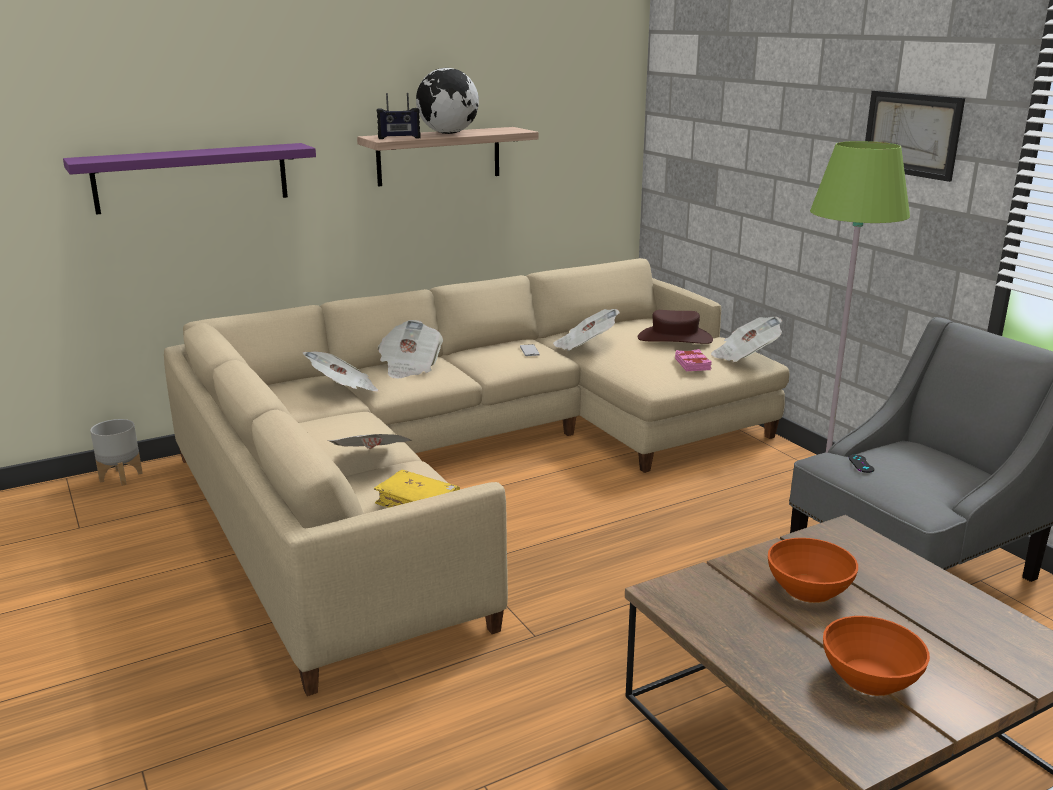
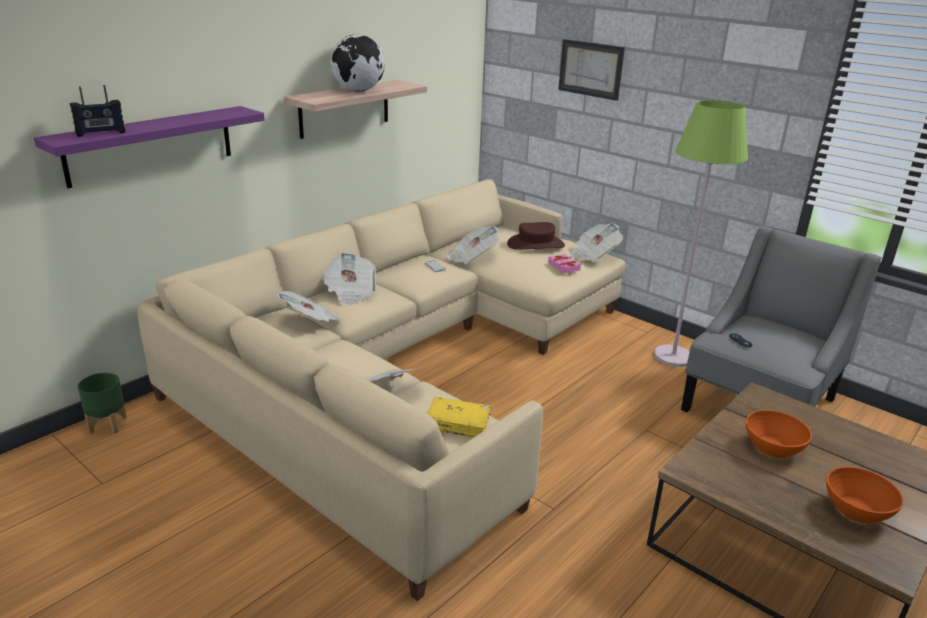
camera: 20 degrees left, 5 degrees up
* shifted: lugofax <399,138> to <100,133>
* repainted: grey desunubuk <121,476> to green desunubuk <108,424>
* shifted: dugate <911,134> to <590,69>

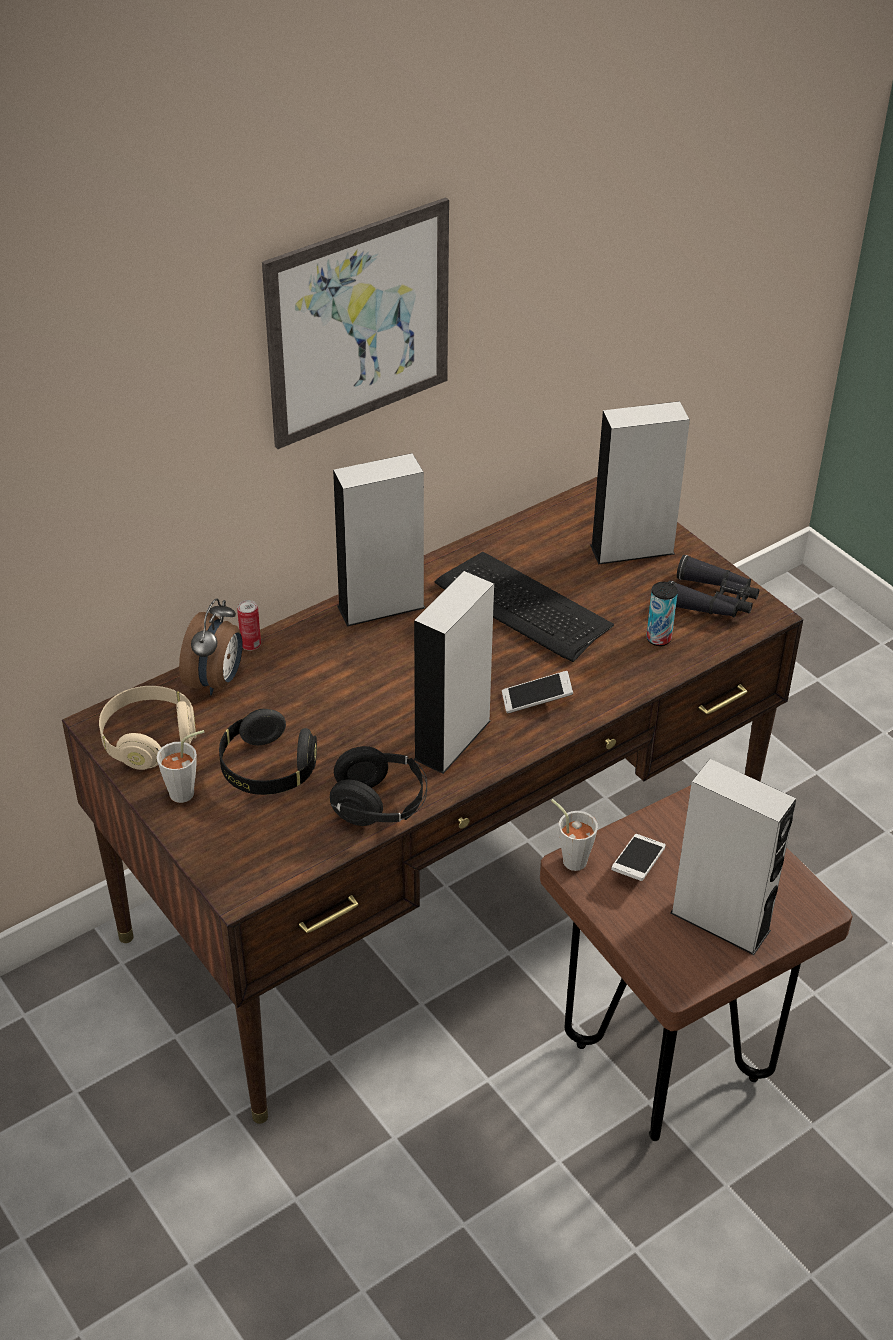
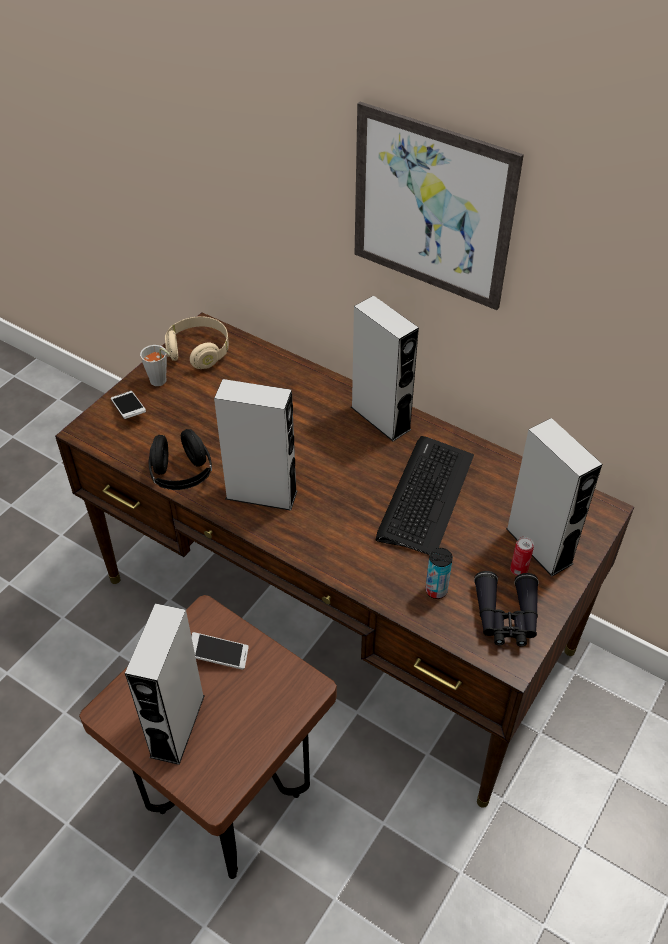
camera: 70 degrees right, 5 degrees up
* shifted: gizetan <536,700> to <129,410>
* shifted: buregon <251,645> to <518,570>
* gone: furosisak <216,681>
* gone: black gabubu <267,769>
* gone: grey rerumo <570,857>

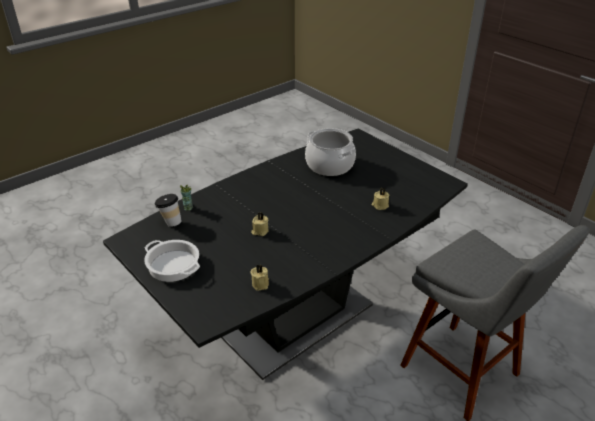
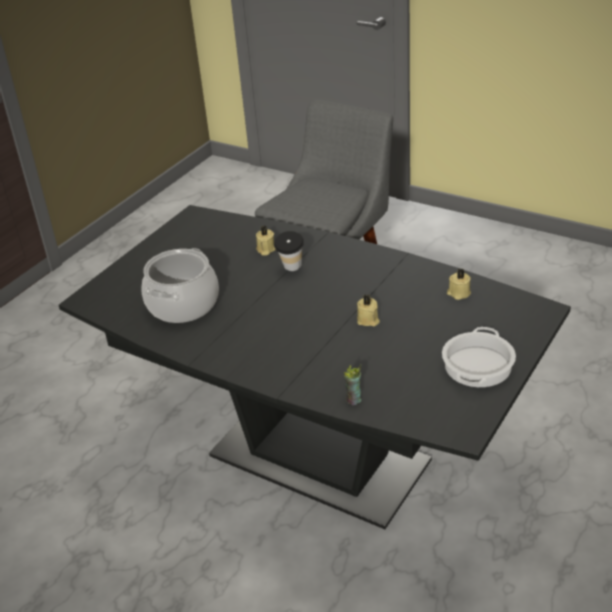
camera: 105 degrees left, 0 degrees up
* shifted: rerumo <170,222> to <291,270>

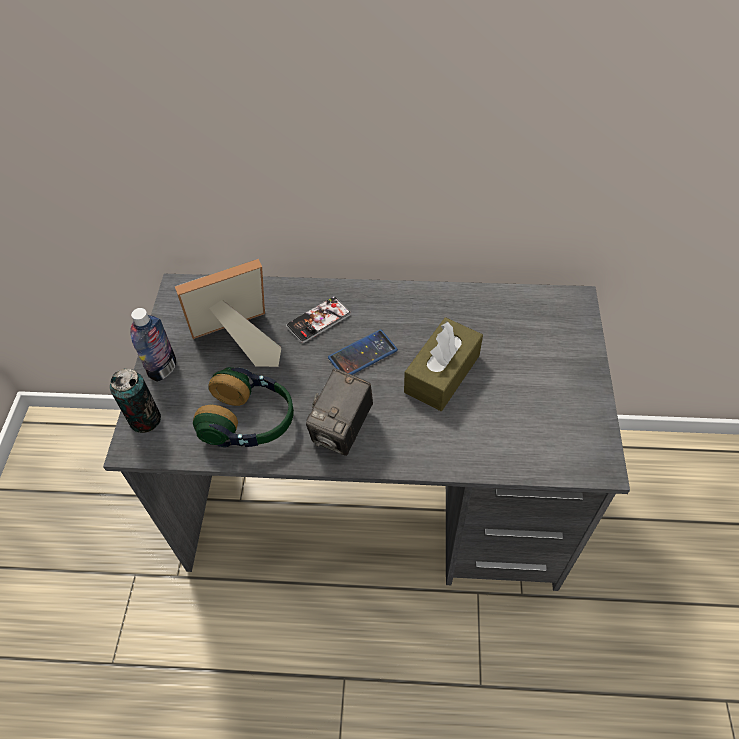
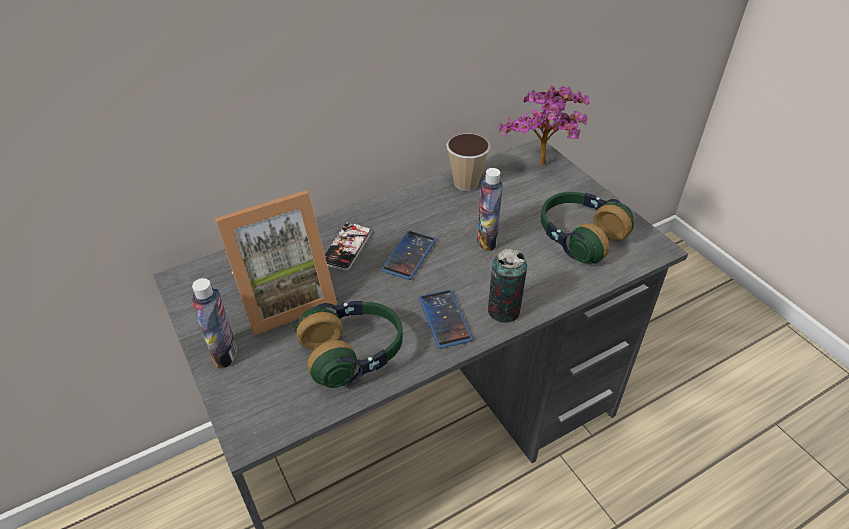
camera: 35 degrees left, 10 degrees down
* rotated: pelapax <237,343> = <284,298> 150 degrees counterclockwise
* swapped: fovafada <342,430> to gizetan <444,319>
* new: rerumo <466,183>
* swapped: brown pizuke <442,374> to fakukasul <487,240>
* shifted: buregon <145,420> to <504,311>
* new: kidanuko <543,168>
* new: gabubu <578,237>

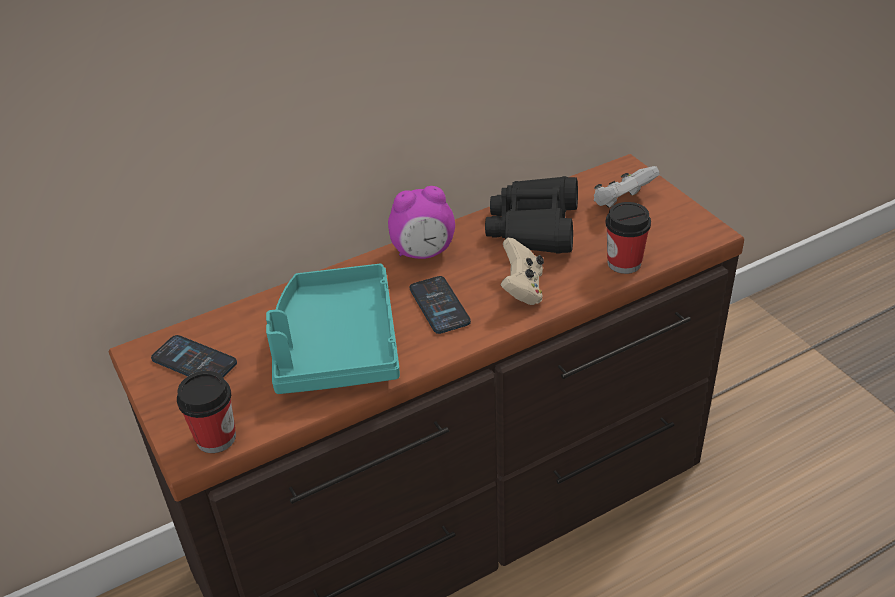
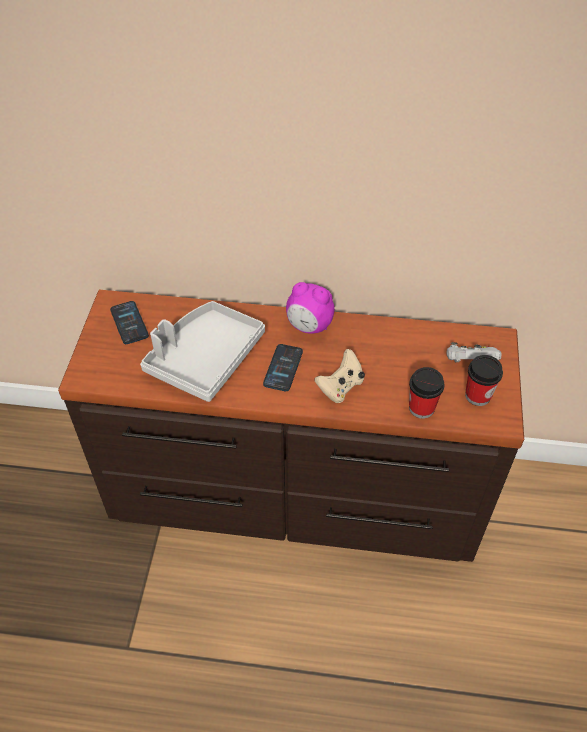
camera: 35 degrees right, 10 degrees up
* repainted: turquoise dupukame <335,345> to grey dupukame <205,358>
* shifted: rerumo <216,438> to <478,395>
* gone: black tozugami <534,227>

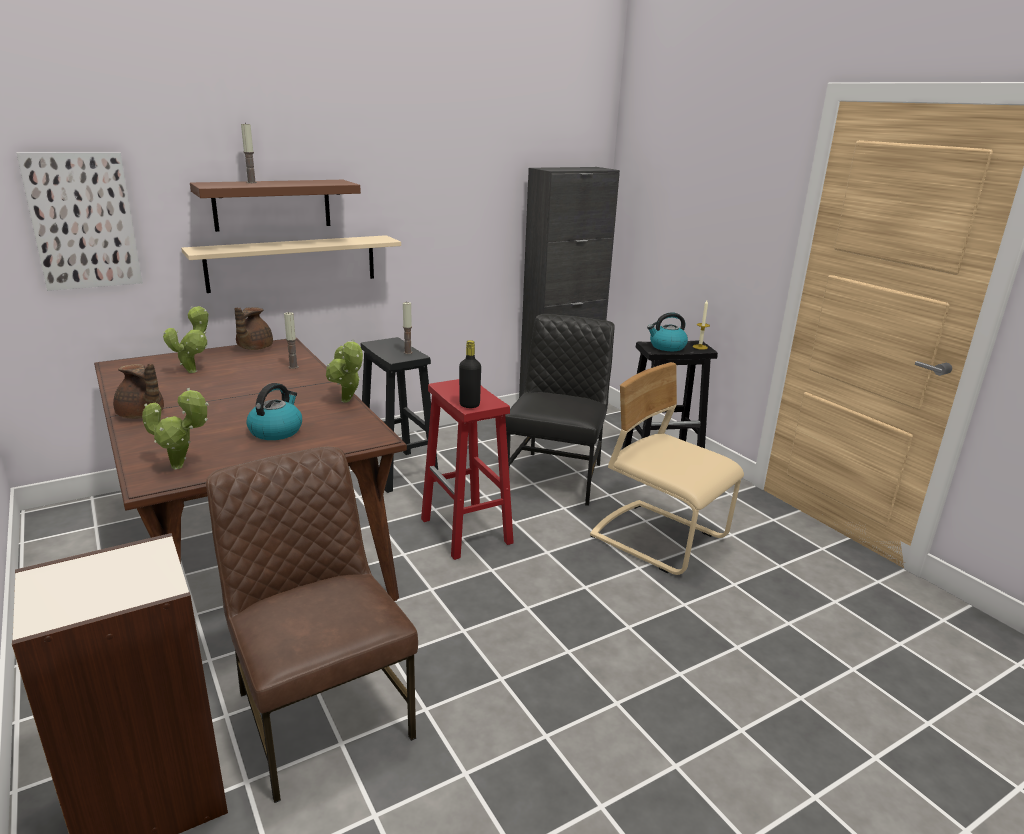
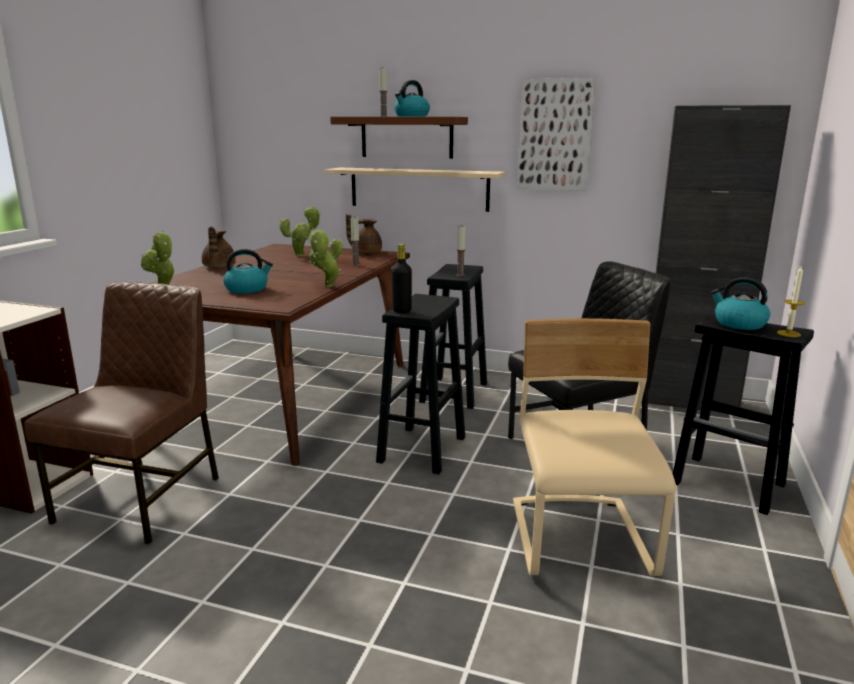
camera: 50 degrees right, 5 degrees down
* repainted: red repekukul <467,532> to black repekukul <422,450>
* new: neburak <411,116>
* shifted: dugate <83,221> to <555,135>

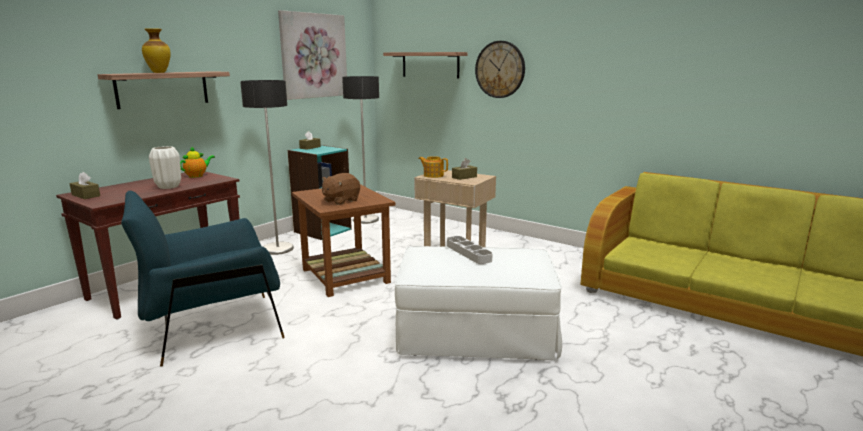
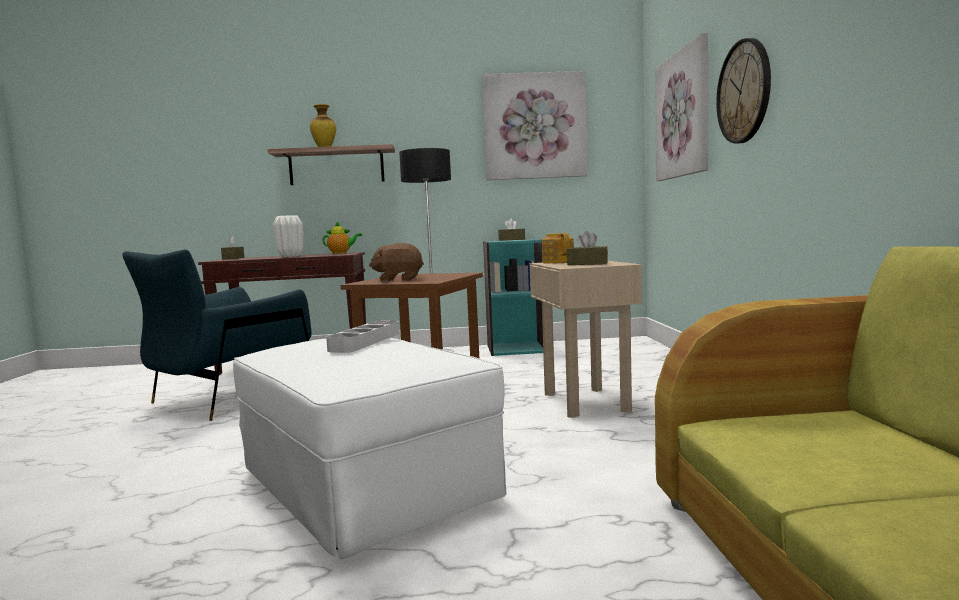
camera: 50 degrees right, 10 degrees down
* rotated: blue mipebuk <213,329> = <231,398> 75 degrees counterclockwise
* swapped: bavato <430,65> to dugate <682,115>
* gone: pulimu <365,219>

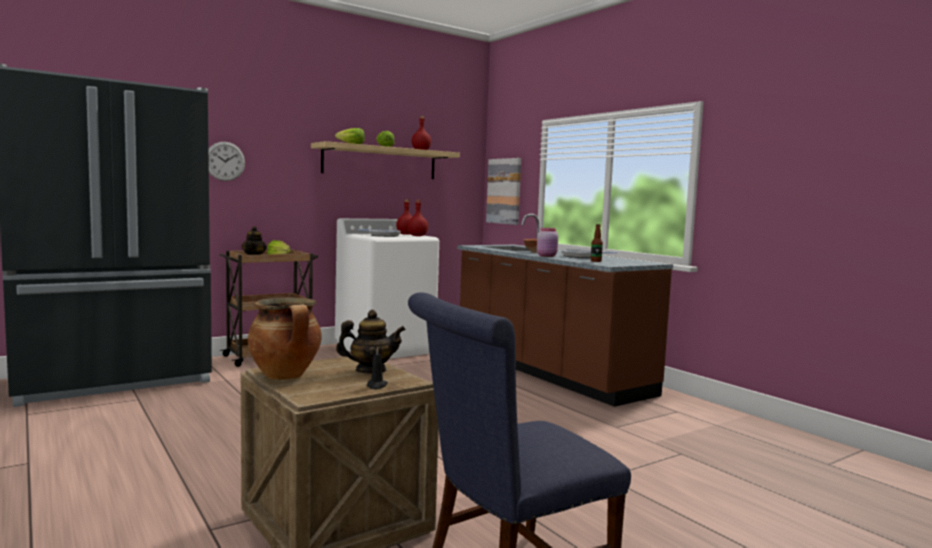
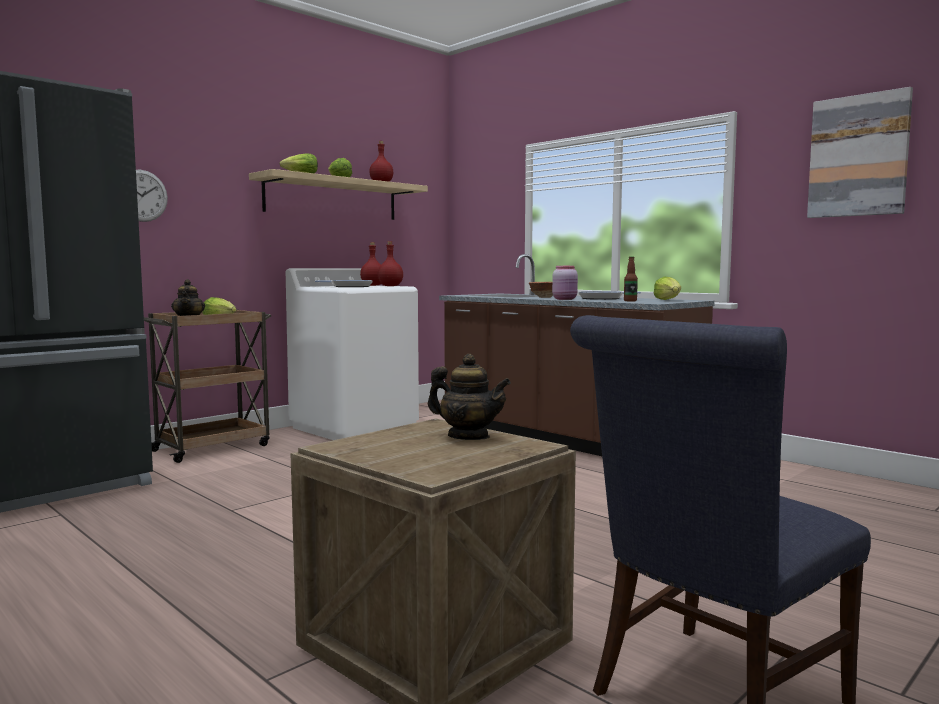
camera: 10 degrees left, 0 degrees up
* rotated: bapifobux <370,371> = <468,437> 45 degrees clockwise
* new: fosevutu <668,300>
* shifted: dugate <504,191> to <858,156>
* gone: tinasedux <286,376>
* gone: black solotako <376,386>

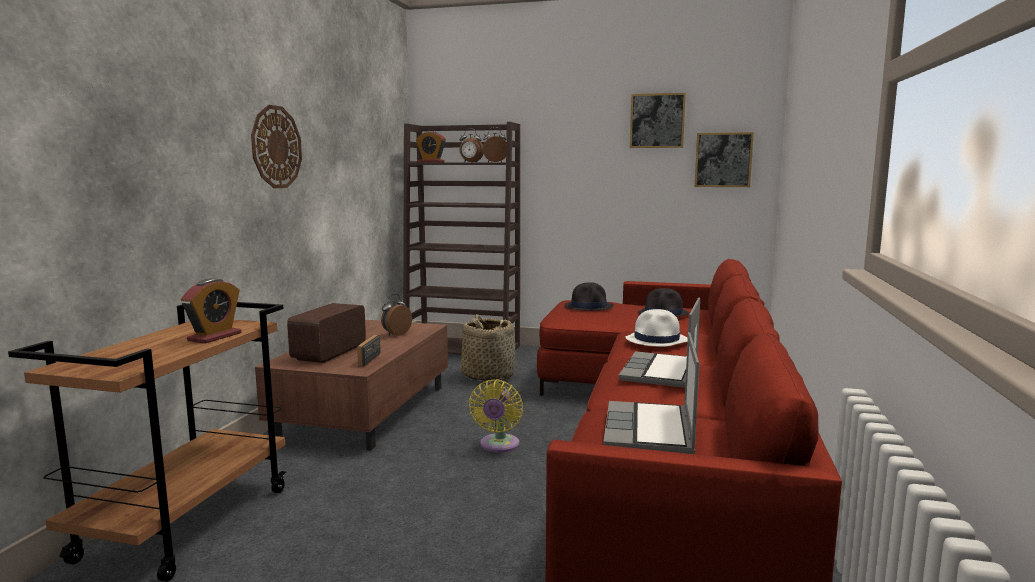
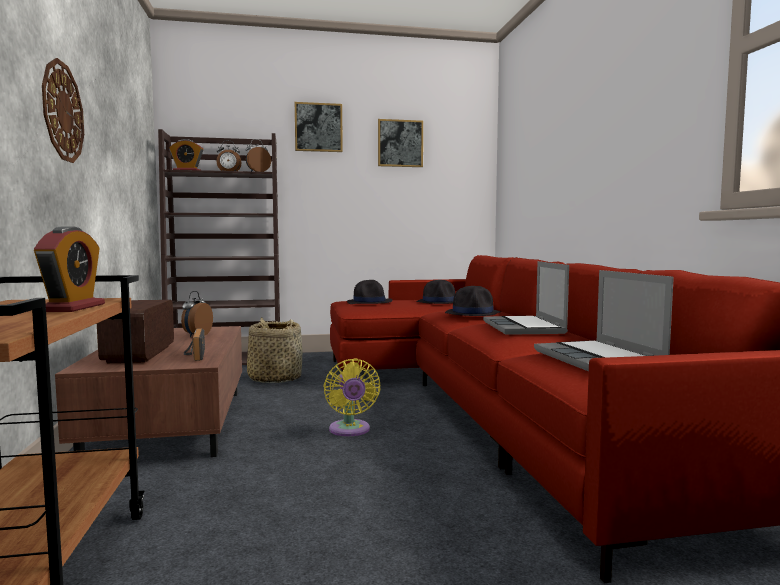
camera: 25 degrees left, 5 degrees down
* shifted: dugate <723,160> to <318,127>
* repainted: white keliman <657,340> to black keliman <473,313>

